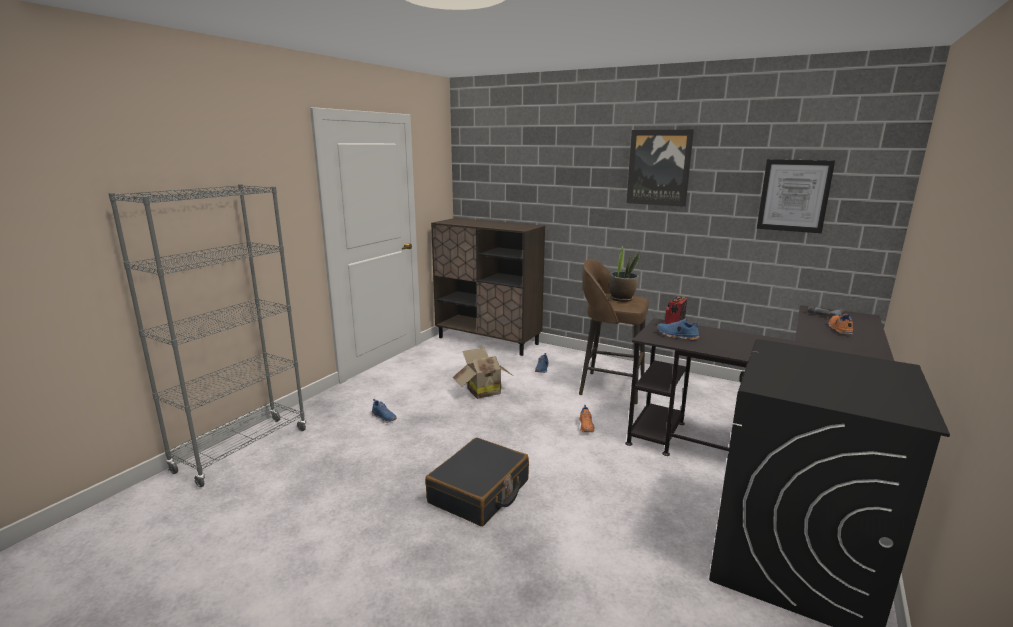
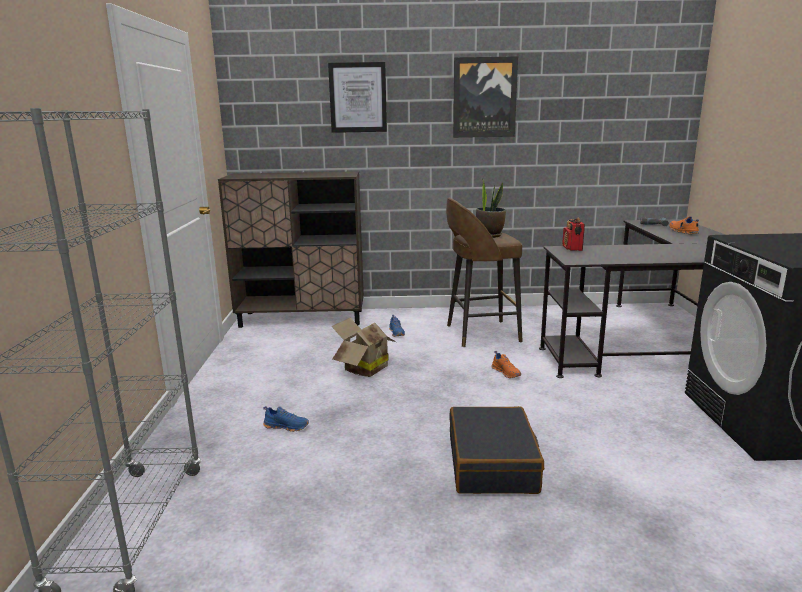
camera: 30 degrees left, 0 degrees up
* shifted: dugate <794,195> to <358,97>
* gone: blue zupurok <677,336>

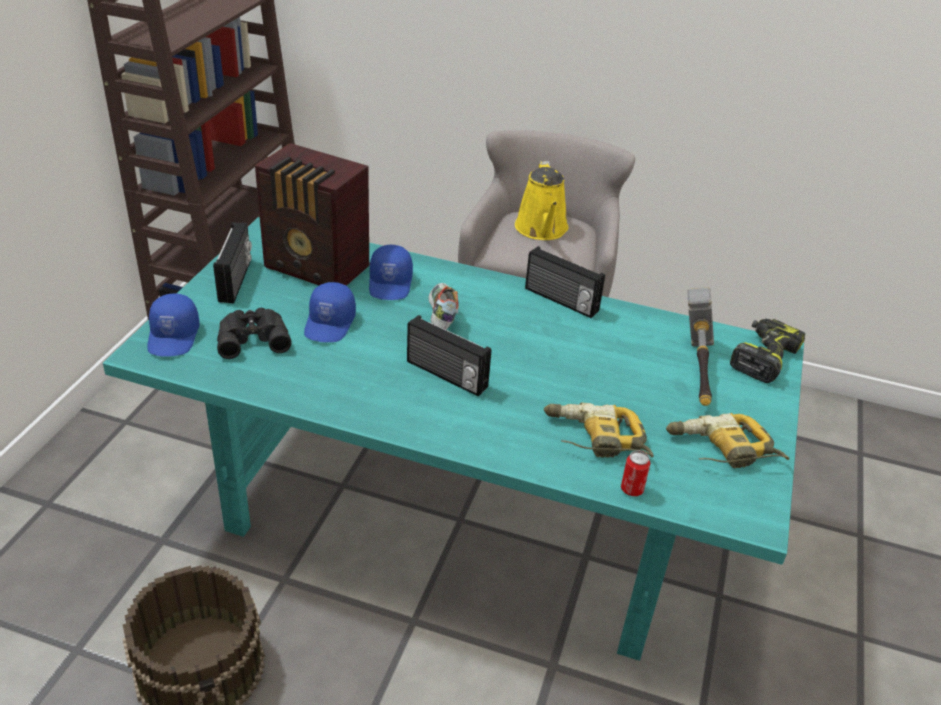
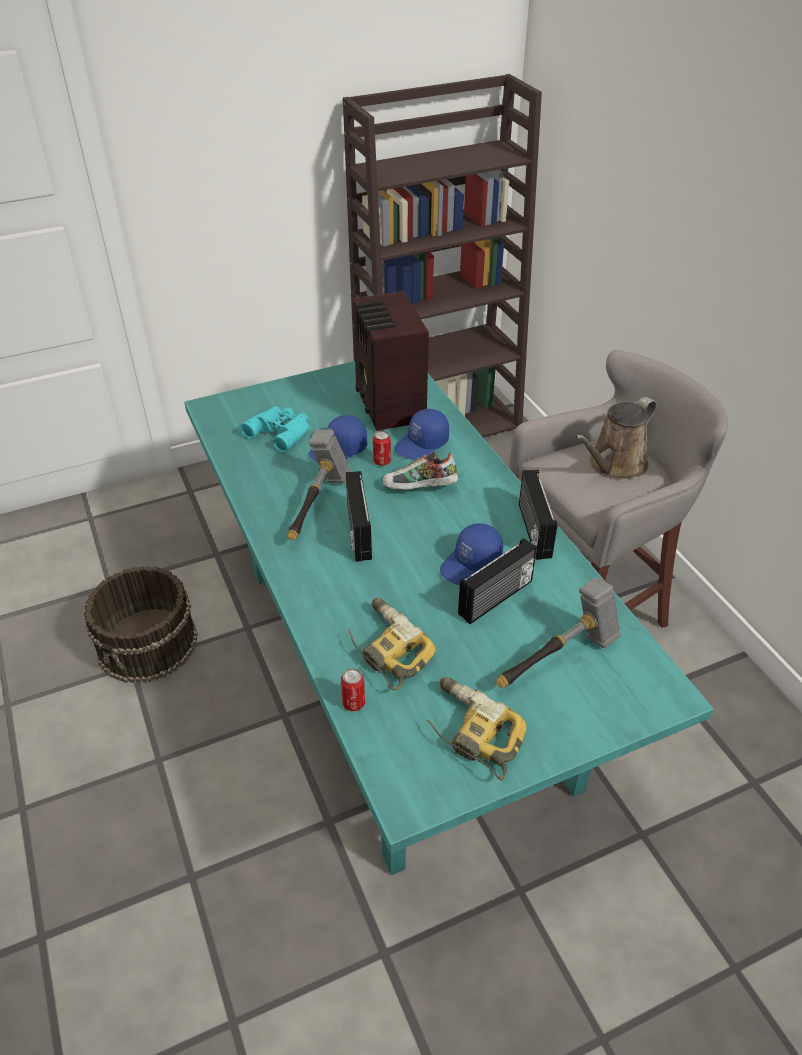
camera: 50 degrees right, 5 degrees up
* repainted: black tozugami <252,337> to turquoise tozugami <281,432>
* new: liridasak <317,506>
* new: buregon <382,461>
* rotated: zupurok <441,317> = <419,489> 135 degrees counterclockwise
* shifted: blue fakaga <174,337> to <471,564>
* shifted: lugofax <236,280> to <496,598>
* repainted: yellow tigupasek <542,230> to brown tigupasek <614,465>
* gone: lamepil <763,357>

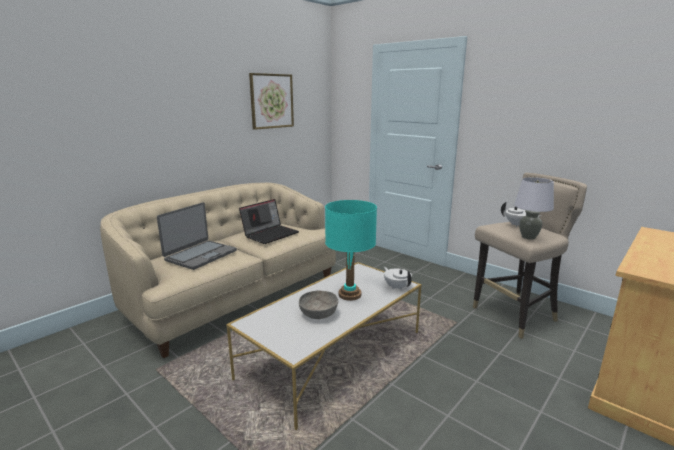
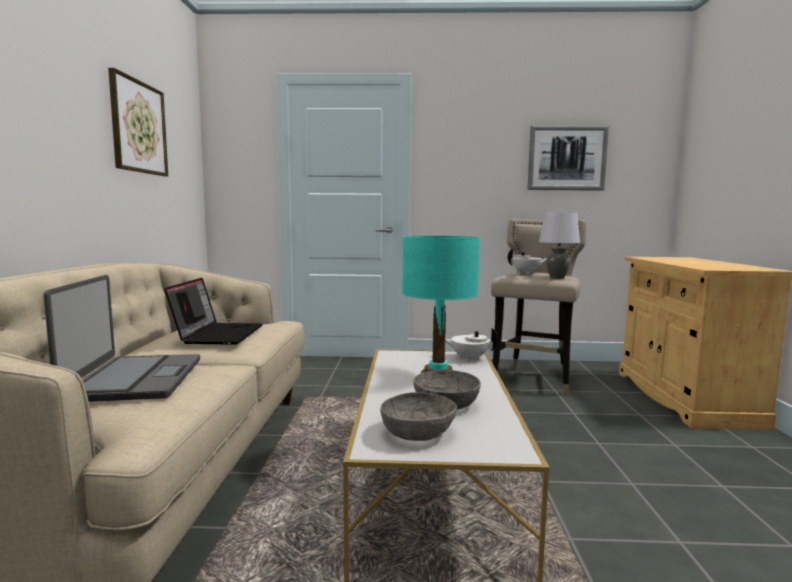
camera: 40 degrees left, 10 degrees down
* new: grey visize <418,433>
* new: dugate <567,158>

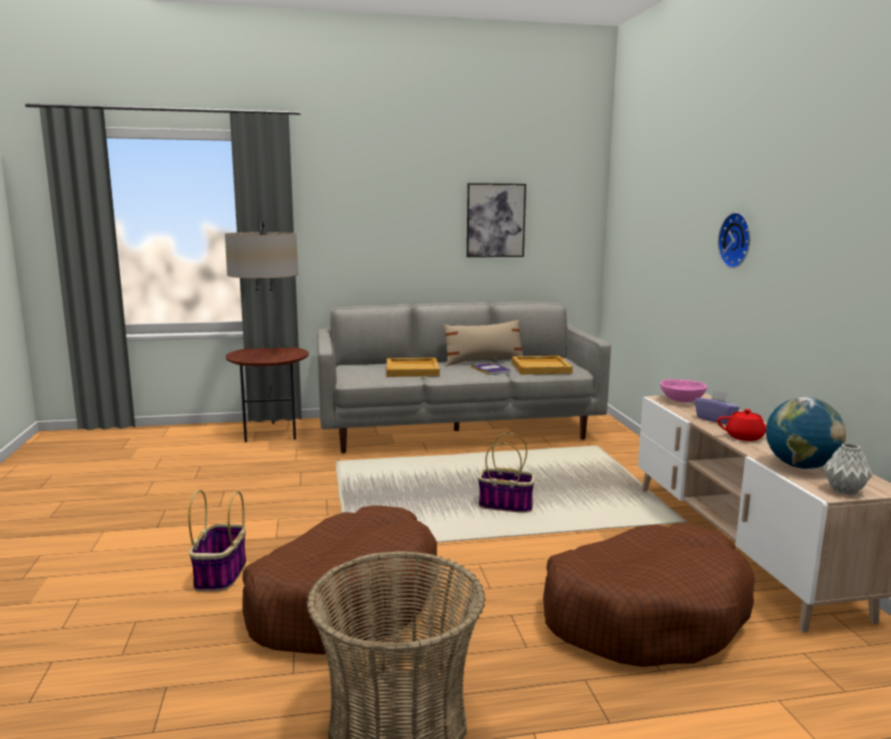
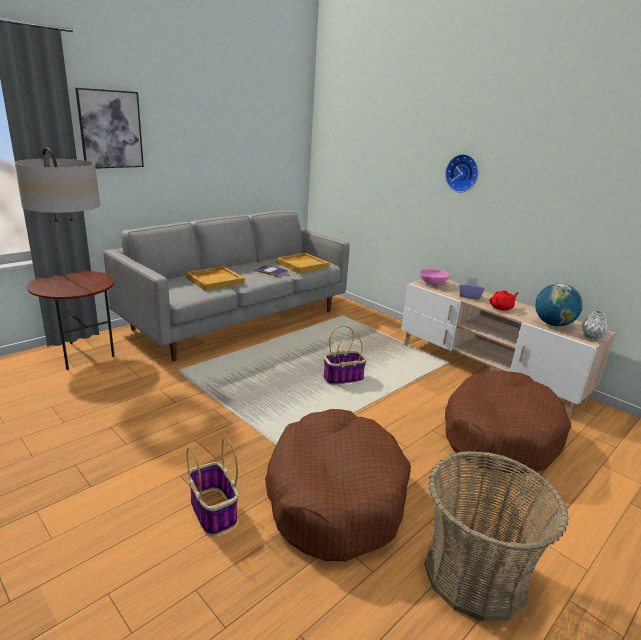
camera: 35 degrees left, 10 degrees up
* shifted: dugate <495,220> to <111,129>
* gone: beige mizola <483,361>

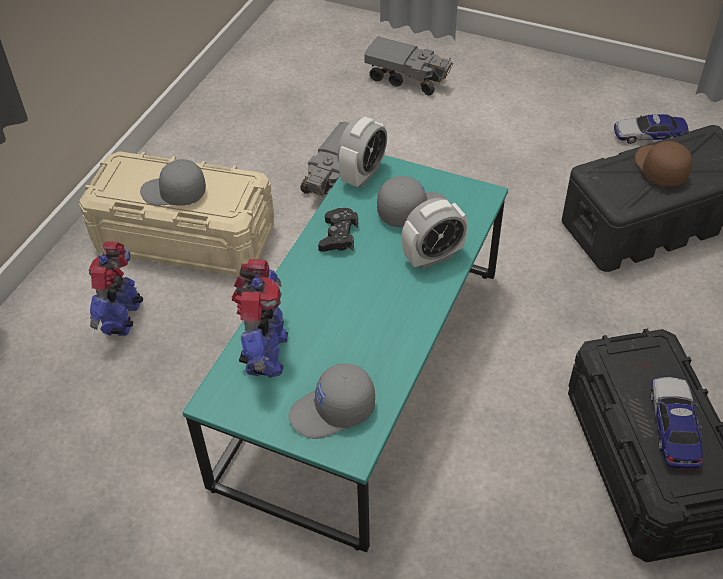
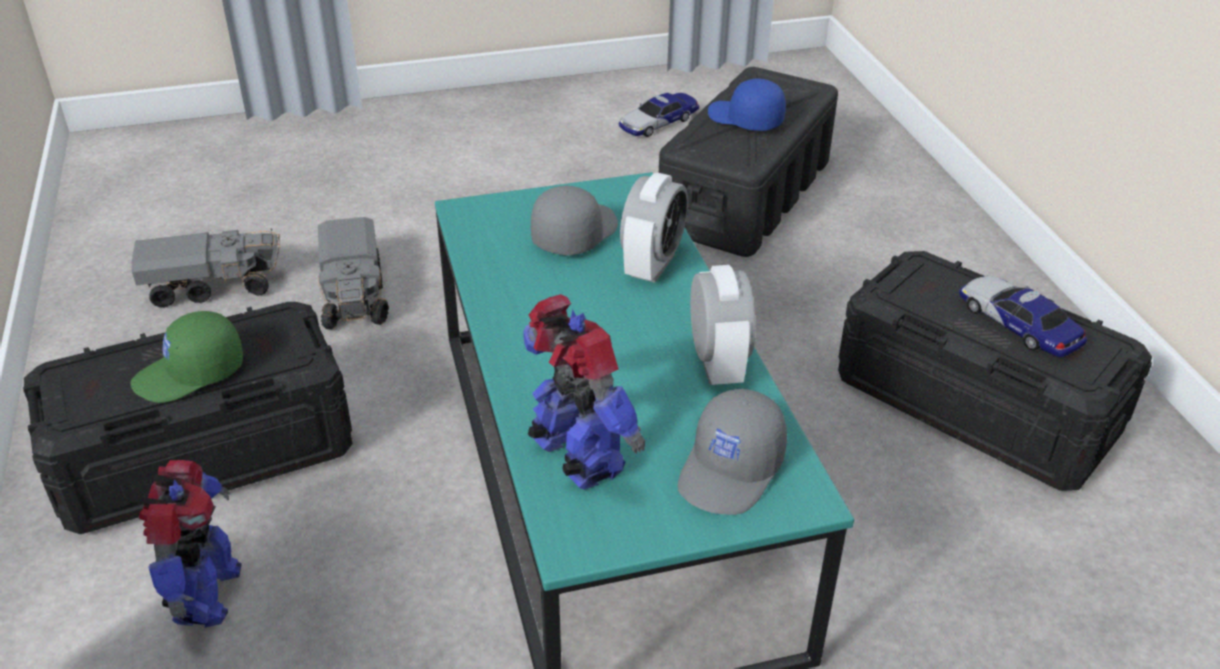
camera: 40 degrees left, 10 degrees down
* repainted: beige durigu <185,238> to black durigu <206,454>
* repainted: grey fakaga <174,193> to green fakaga <190,374>
* shifted: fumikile <408,79> to <213,285>
* rotated: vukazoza <123,317> = <205,595> 150 degrees counterclockwise
* shifted: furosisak <363,174> to <717,365>
* repainted: brown fakaga <659,169> to blue fakaga <744,119>
* gone: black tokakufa <338,236>

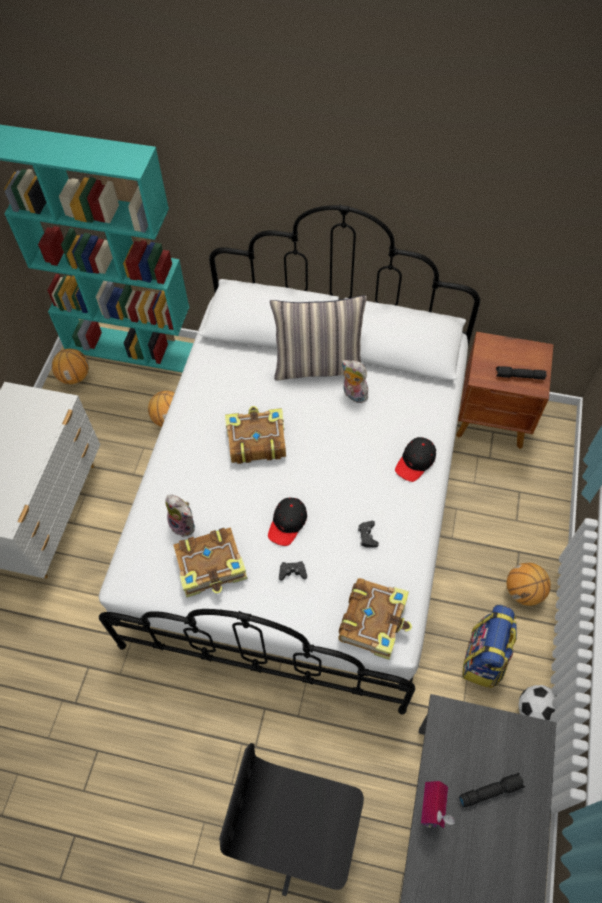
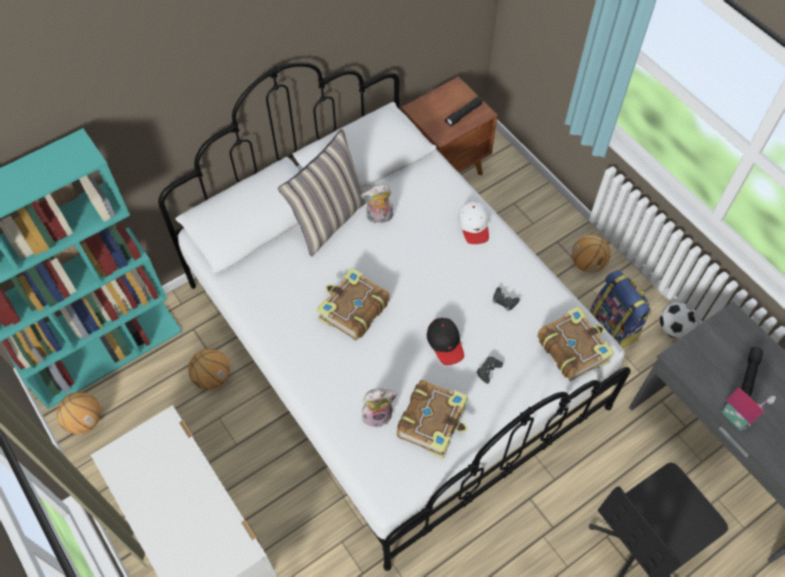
camera: 50 degrees left, 0 degrees up
* repainted: black fakaga <415,462> to white fakaga <474,226>

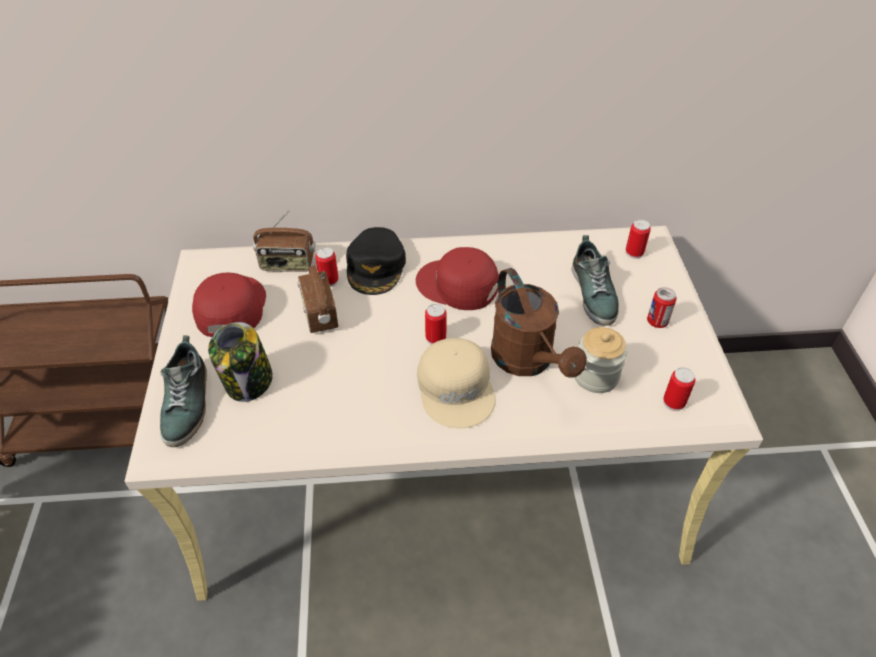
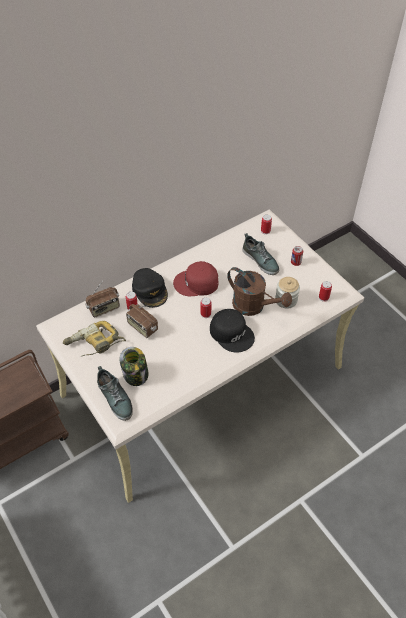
camera: 30 degrees left, 5 degrees up
* swapped: red fakaga <230,308> to lamepil <94,344>
* repainted: beige fakaga <457,388> to black fakaga <232,333>

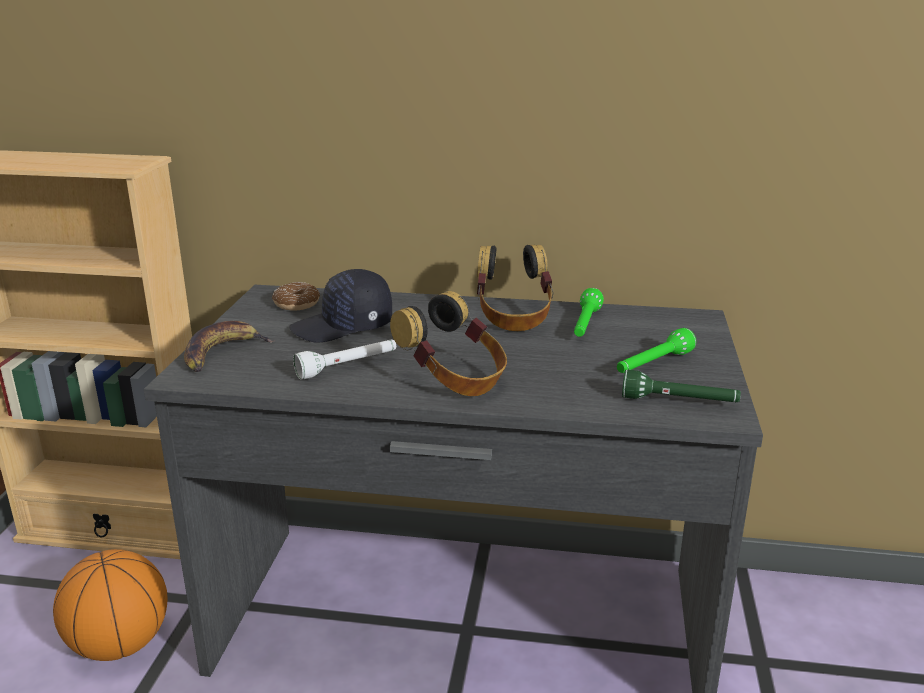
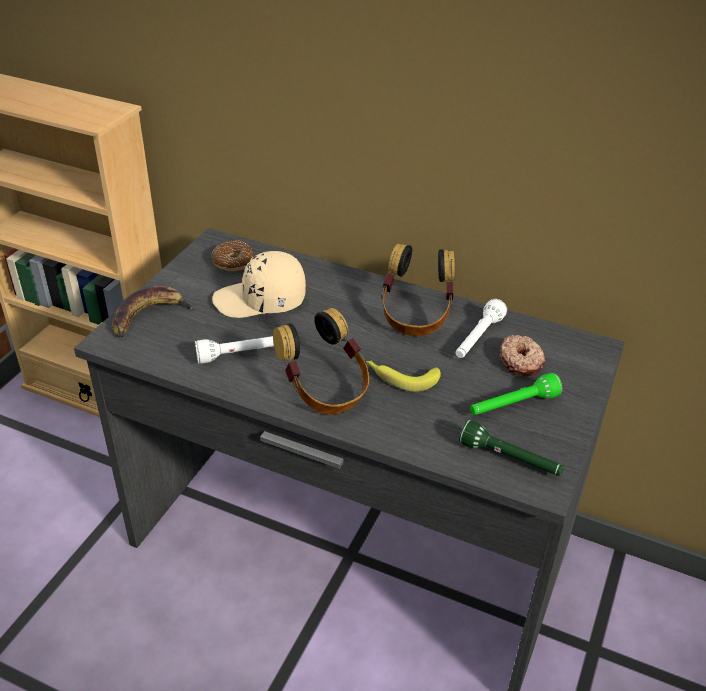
camera: 15 degrees right, 15 degrees up
* repainted: black fakaga <343,327> to beige fakaga <260,301>
* new: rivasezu <400,377>
* repainted: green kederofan <585,325> to white kederofan <477,339>
* new: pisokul <521,361>
* gone: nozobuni <120,644>

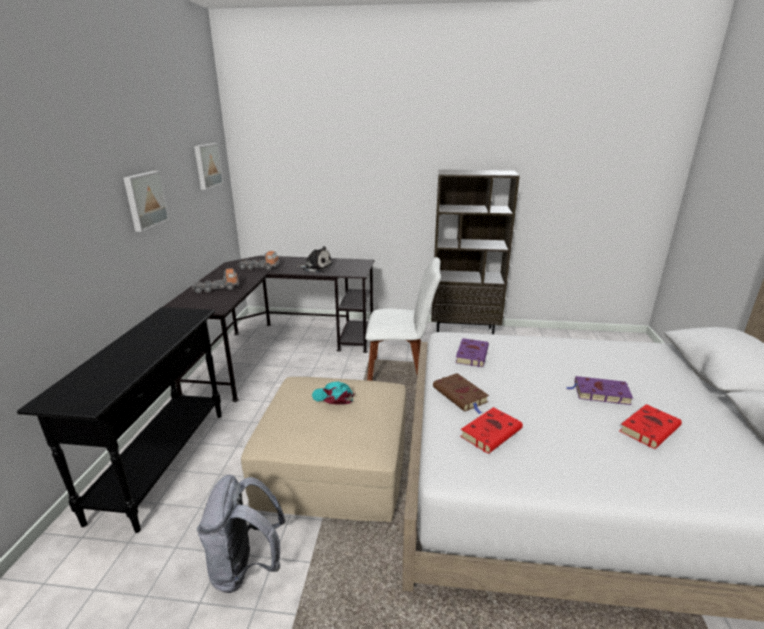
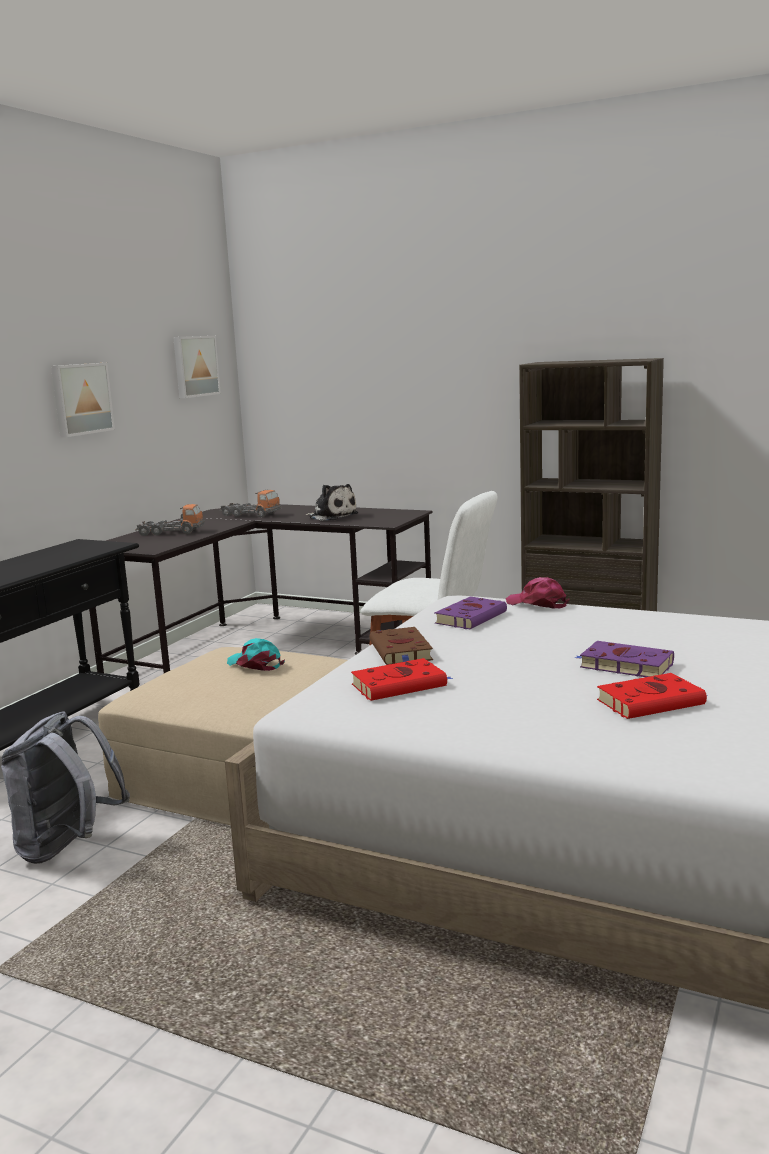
camera: 20 degrees right, 10 degrees down
* new: pink fakaga <537,603>

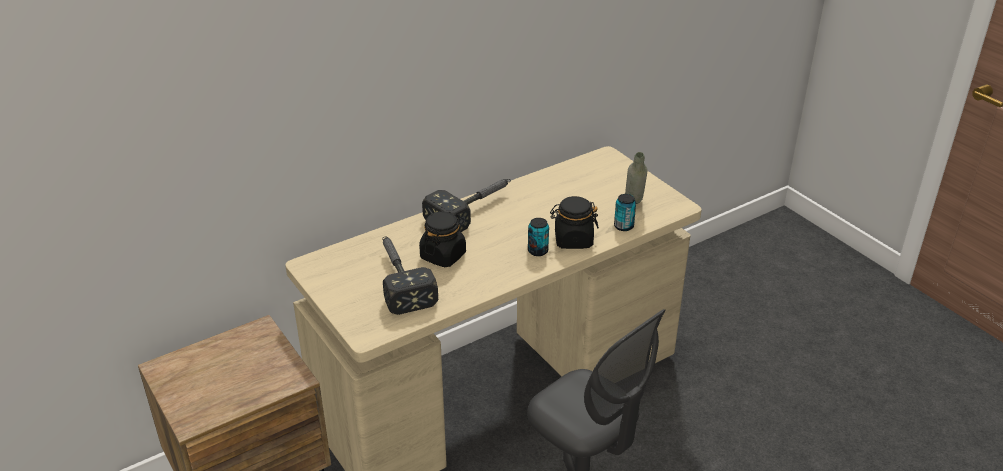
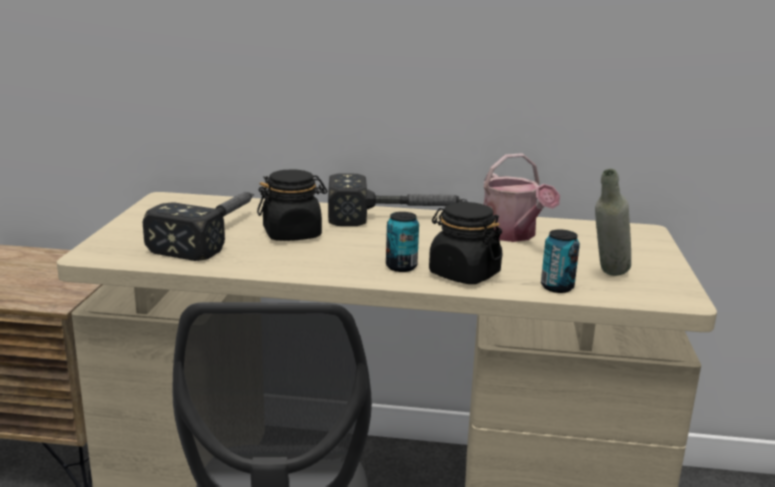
camera: 40 degrees right, 15 degrees down
* new: tigupasek <512,235>

